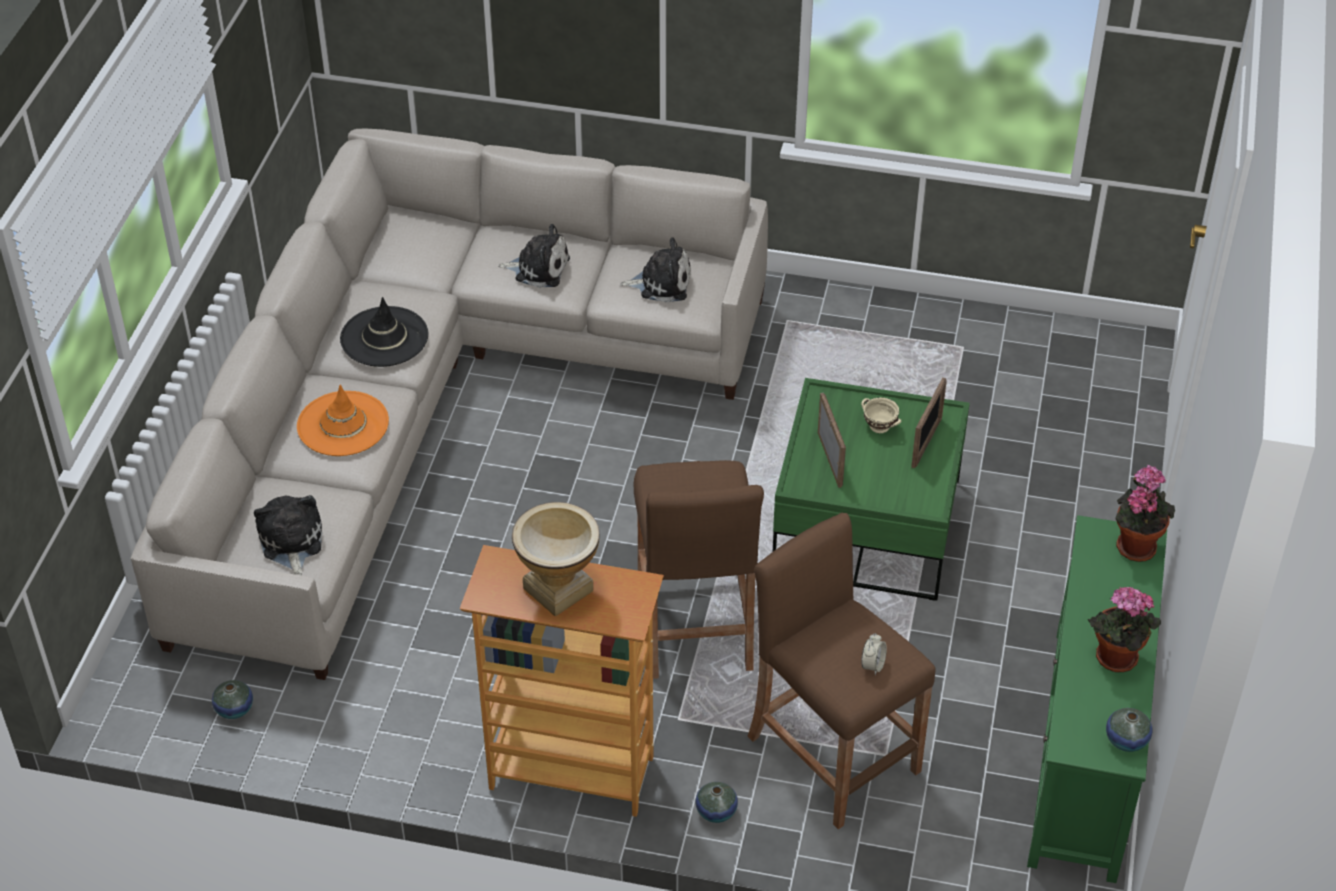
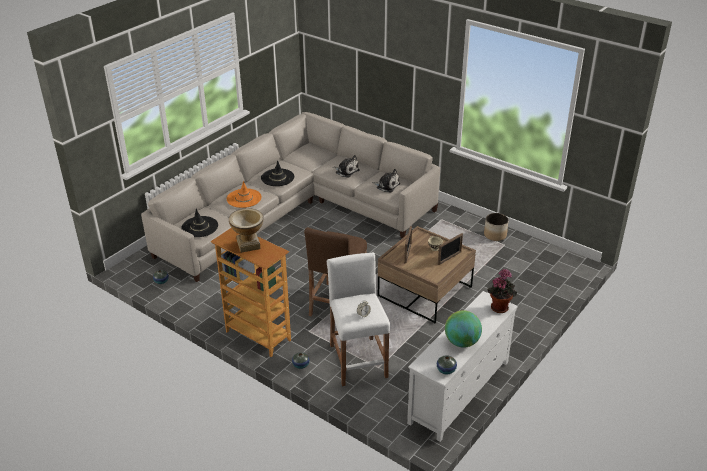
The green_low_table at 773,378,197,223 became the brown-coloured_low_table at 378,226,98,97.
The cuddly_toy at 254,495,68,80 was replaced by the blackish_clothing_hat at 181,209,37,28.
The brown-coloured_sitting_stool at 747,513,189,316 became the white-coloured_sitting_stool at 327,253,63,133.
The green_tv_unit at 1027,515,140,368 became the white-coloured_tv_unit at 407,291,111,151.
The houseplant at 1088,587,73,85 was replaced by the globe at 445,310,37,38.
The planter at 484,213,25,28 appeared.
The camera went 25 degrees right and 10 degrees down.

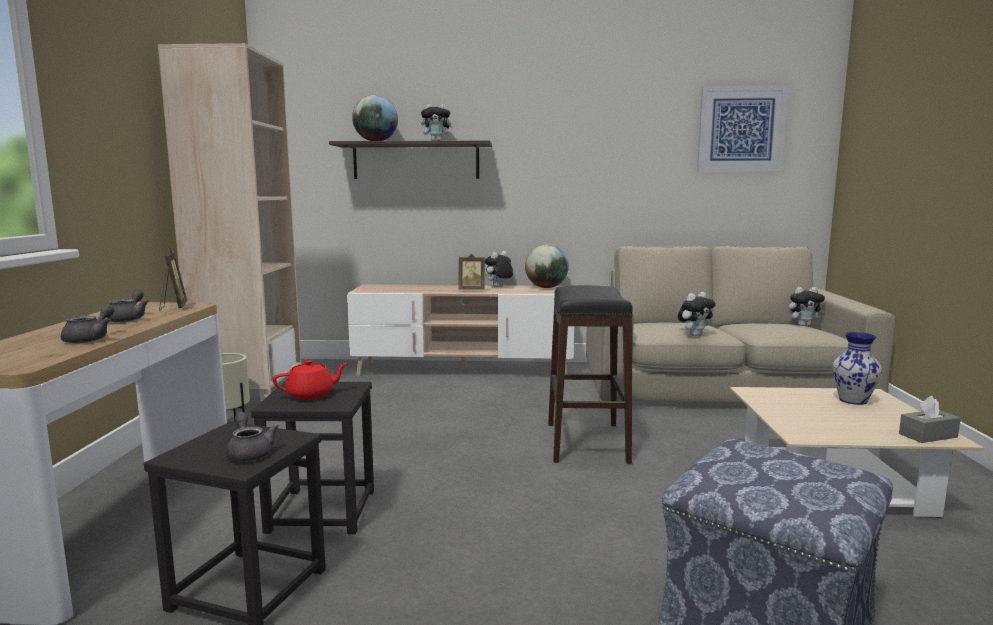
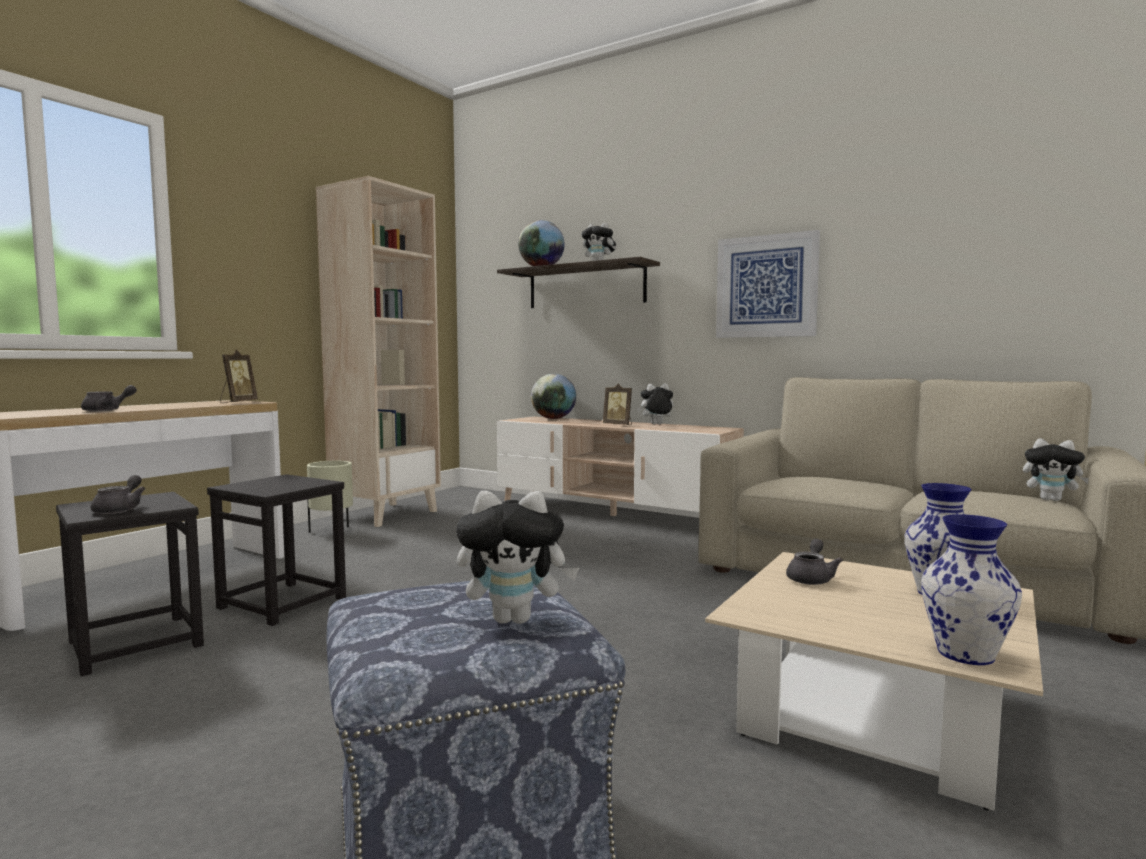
The wall_picture moved from 697,85,92,87 to 716,230,104,108.
The globe moved from 525,244,44,44 to 531,374,45,45.
The blackish_sitting_stool at 548,285,85,179 disappeared.
The grey_teapot moved from 109,290,40,33 to 786,539,57,46.
The cuddly_toy moved from 678,292,38,44 to 456,491,123,133.
The red-coloured_teapot at 273,360,75,40 disappeared.
The grey_box_of_tissues at 899,396,62,47 was replaced by the flower_vase at 921,514,101,151.
The camera went 30 degrees right and 5 degrees down.

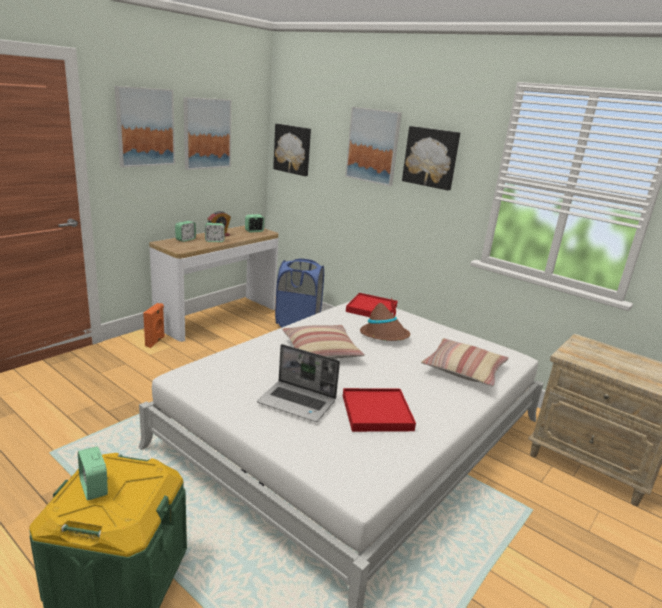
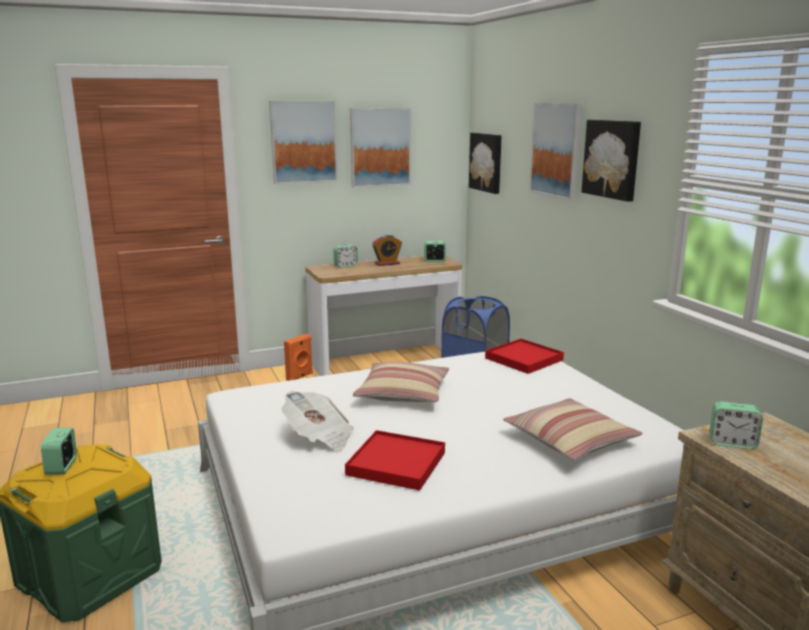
The alarm_clock moved from 205,223,20,19 to 709,401,54,48.
The brown-coloured_clothing_hat at 360,297,50,44 disappeared.
The notebook_computer at 257,344,83,78 was replaced by the newspaper at 281,391,73,59.
The camera went 30 degrees right and 5 degrees down.

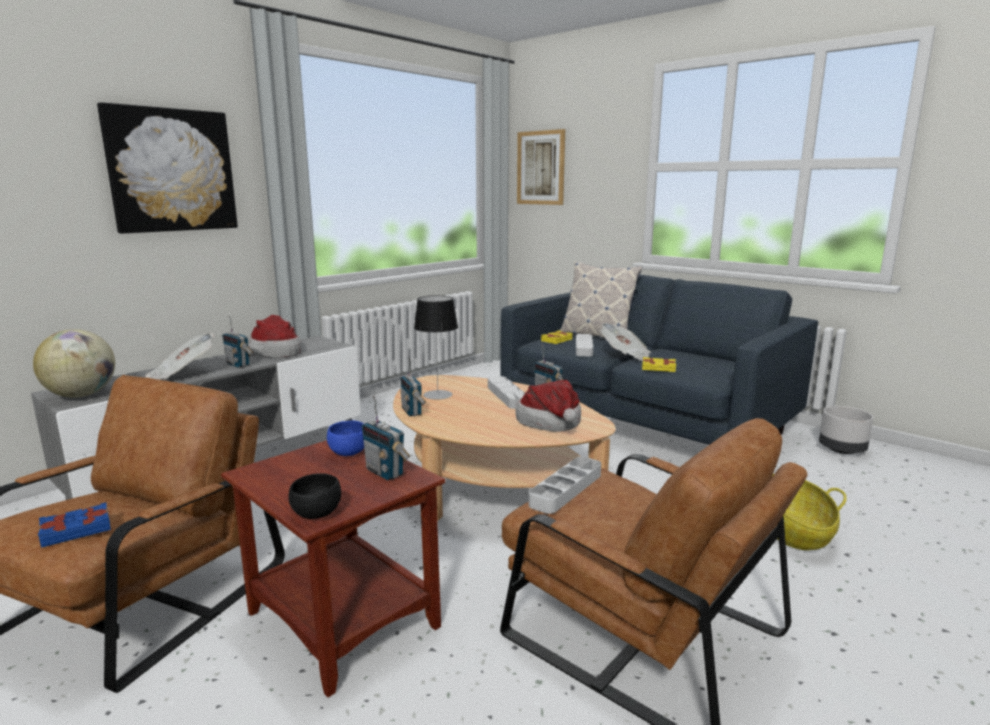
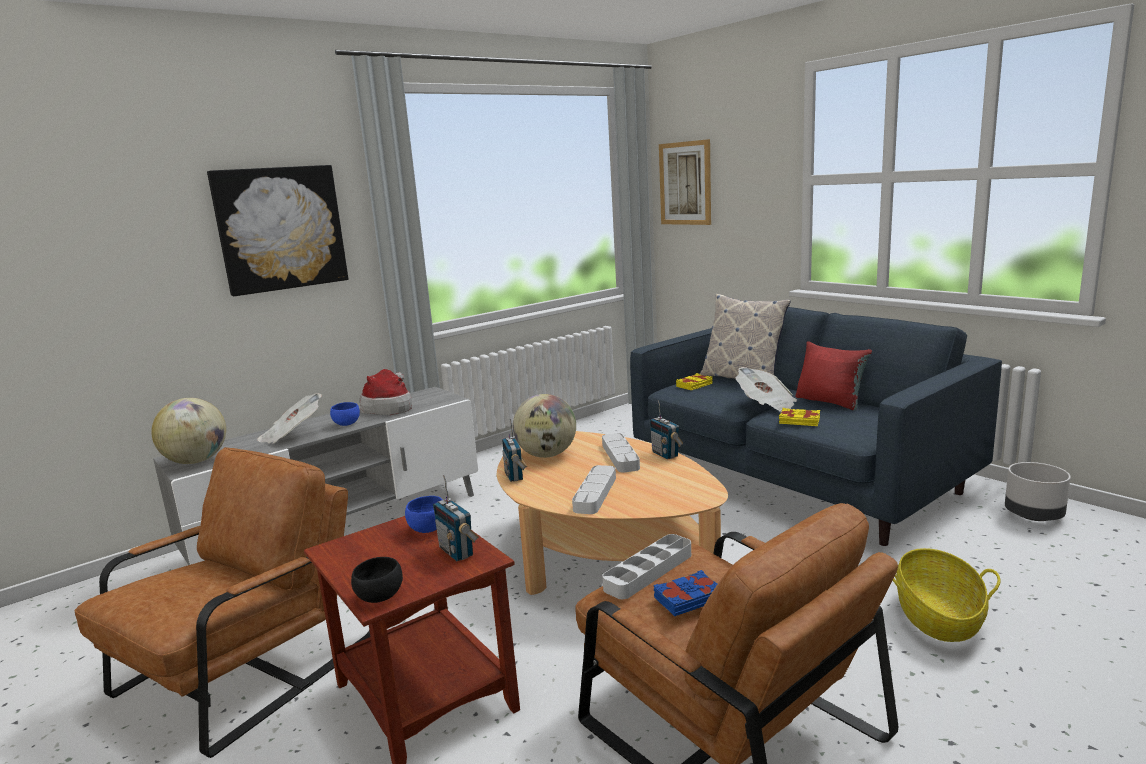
The tabletop_lamp at 414,295,44,105 was replaced by the globe at 513,394,63,64.
The radio at 222,316,31,52 was replaced by the blue-coloured_deep_dish at 330,402,30,24.
The grey_tray moved from 576,334,17,22 to 572,465,44,49.
The clothing_hat at 515,380,66,52 disappeared.
The blue-coloured_volume moved from 38,503,73,45 to 653,570,65,46.
The red-coloured_pillow at 795,341,77,69 appeared.
The camera went 10 degrees right and 0 degrees up.

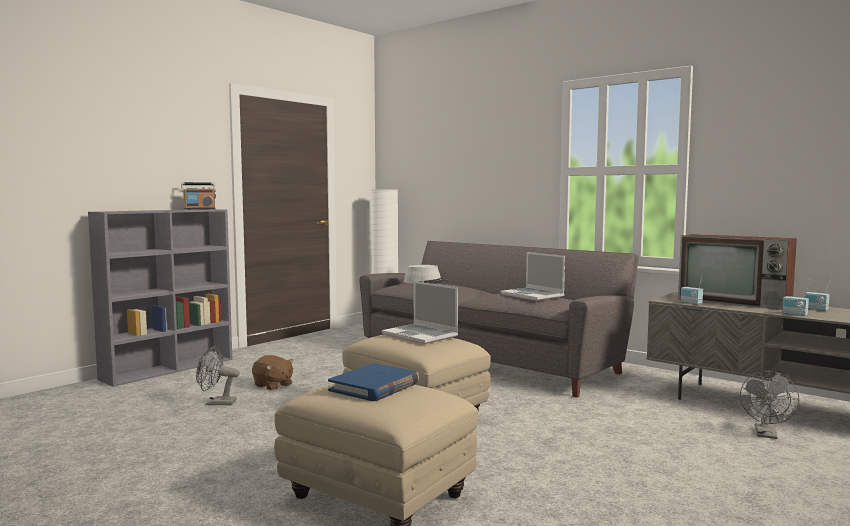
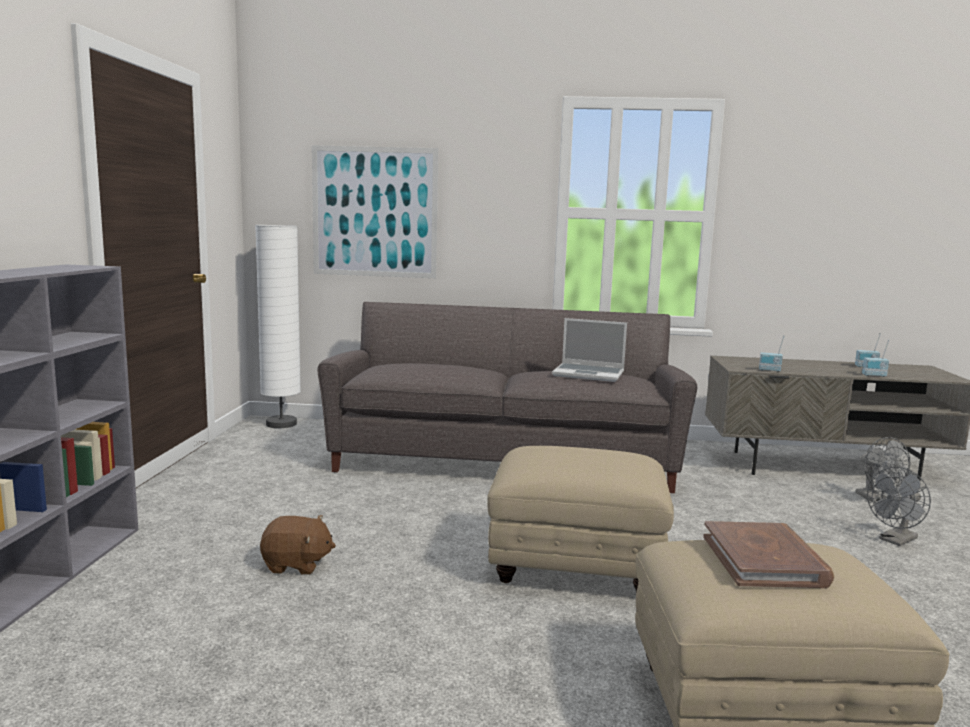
The radio at 181,182,35,28 disappeared.
The television at 678,234,119,76 disappeared.
The grey_clothing_hat at 404,265,45,19 disappeared.
The notebook_computer at 382,281,76,63 disappeared.
The grey_fan moved from 196,346,44,60 to 867,467,64,79.
The blue-coloured_volume at 328,363,92,38 became the brown-coloured_volume at 703,521,131,67.
The wall_picture at 312,145,126,133 appeared.
The camera went 35 degrees left and 5 degrees up.

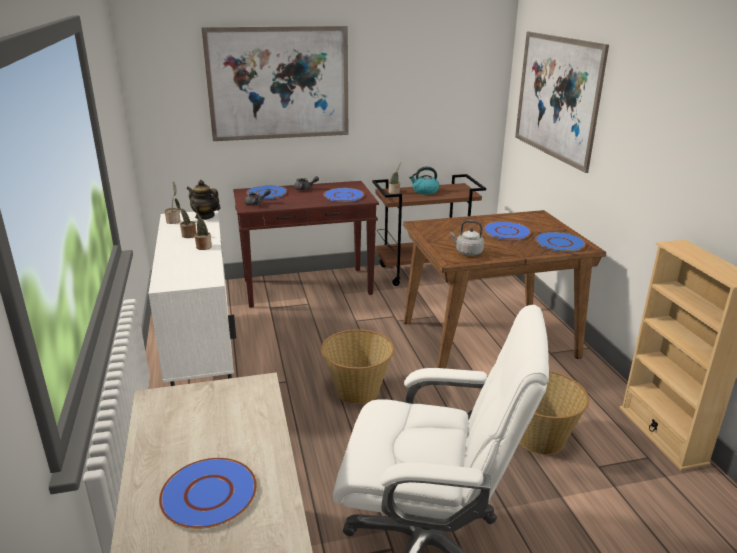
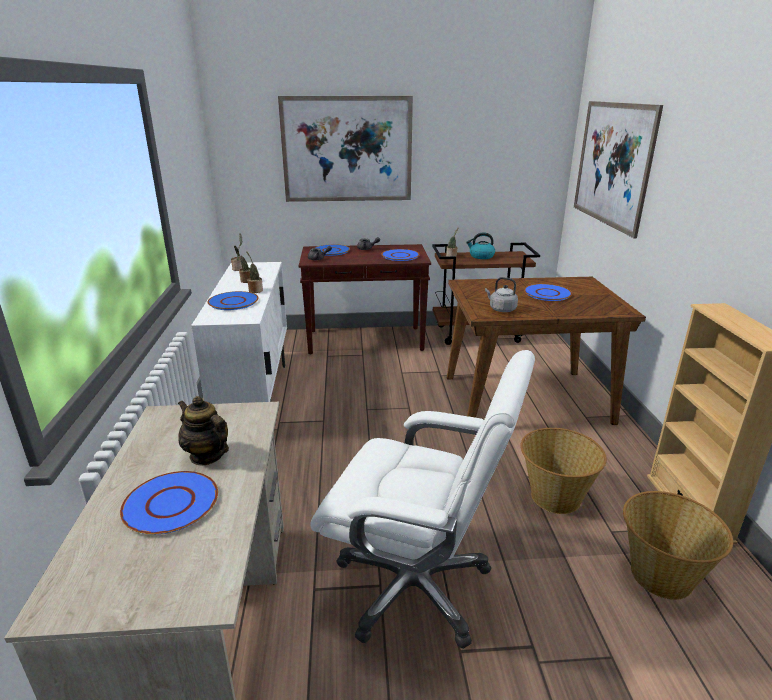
The teapot moved from 186,180,34,40 to 178,396,51,69.
The blue-coloured_dinner_plate moved from 535,232,51,20 to 207,291,51,19.
The household_basket moved from 321,329,73,75 to 623,491,110,109.
The camera went 10 degrees right and 0 degrees up.

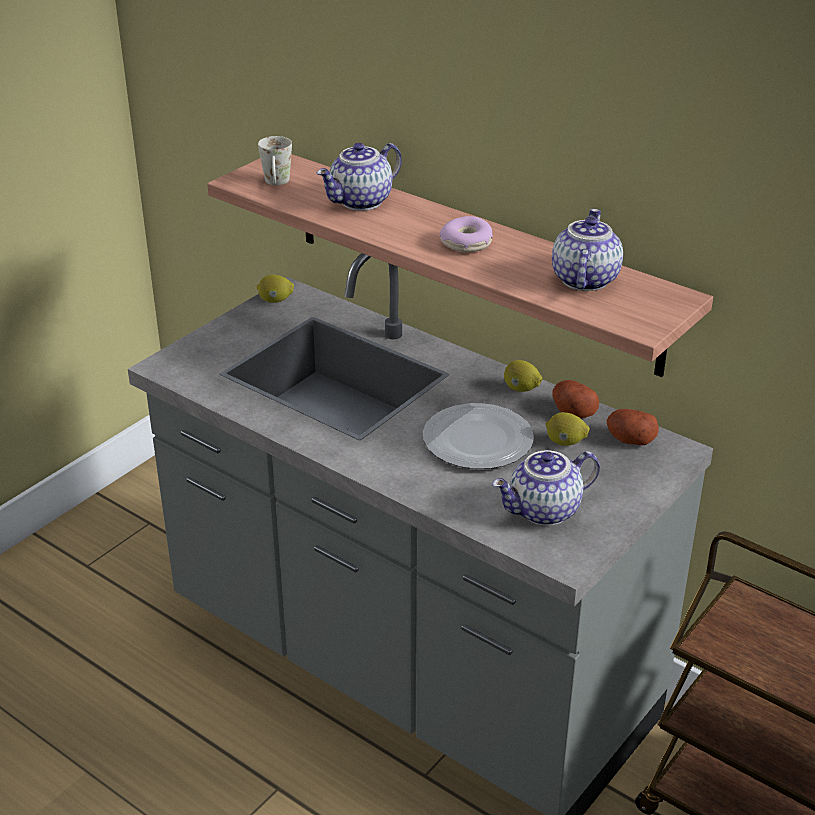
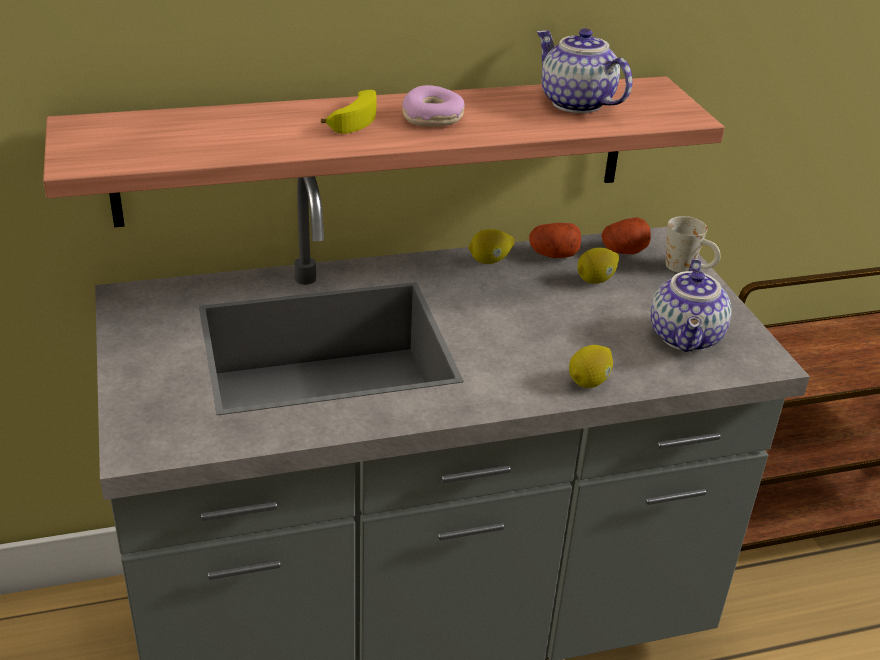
The white-coloured_tea_mug moved from 258,136,34,49 to 666,216,55,57.
The teapot at 316,143,86,68 disappeared.
The whole_lemon moved from 257,275,37,28 to 569,345,44,43.
The dinner_plate at 423,403,111,66 disappeared.
The banana_fruit at 321,90,56,44 appeared.
The camera went 55 degrees left and 0 degrees up.

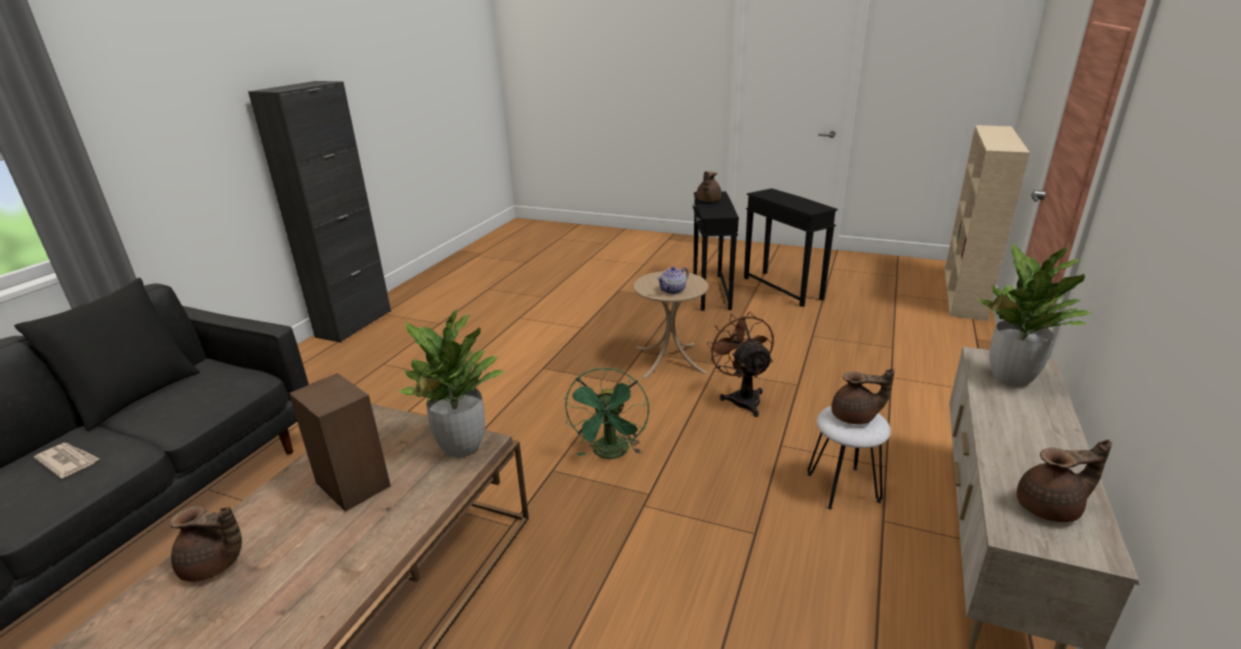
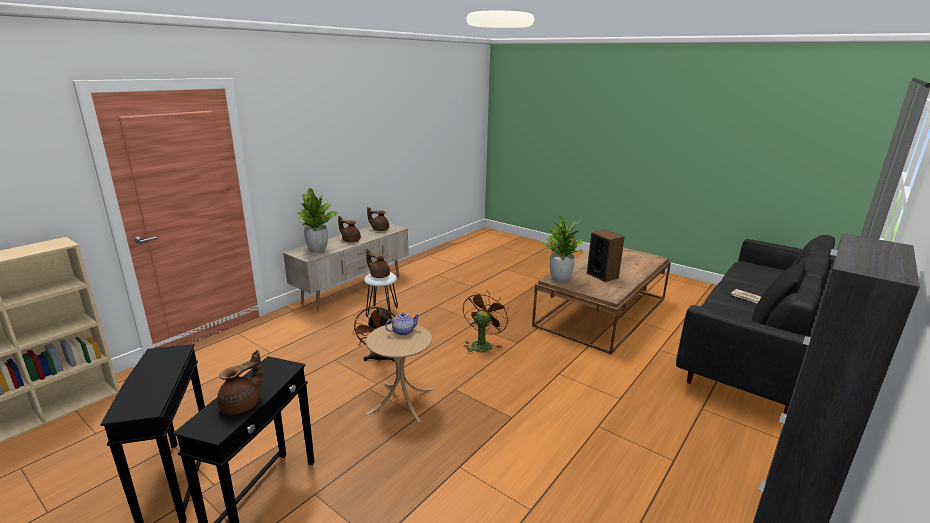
The green_fan at 565,367,84,92 became the brown-coloured_fan at 463,291,46,63.
The brown-coloured_teapot moved from 170,506,72,76 to 338,216,23,26.
The camera went 165 degrees left and 5 degrees down.

